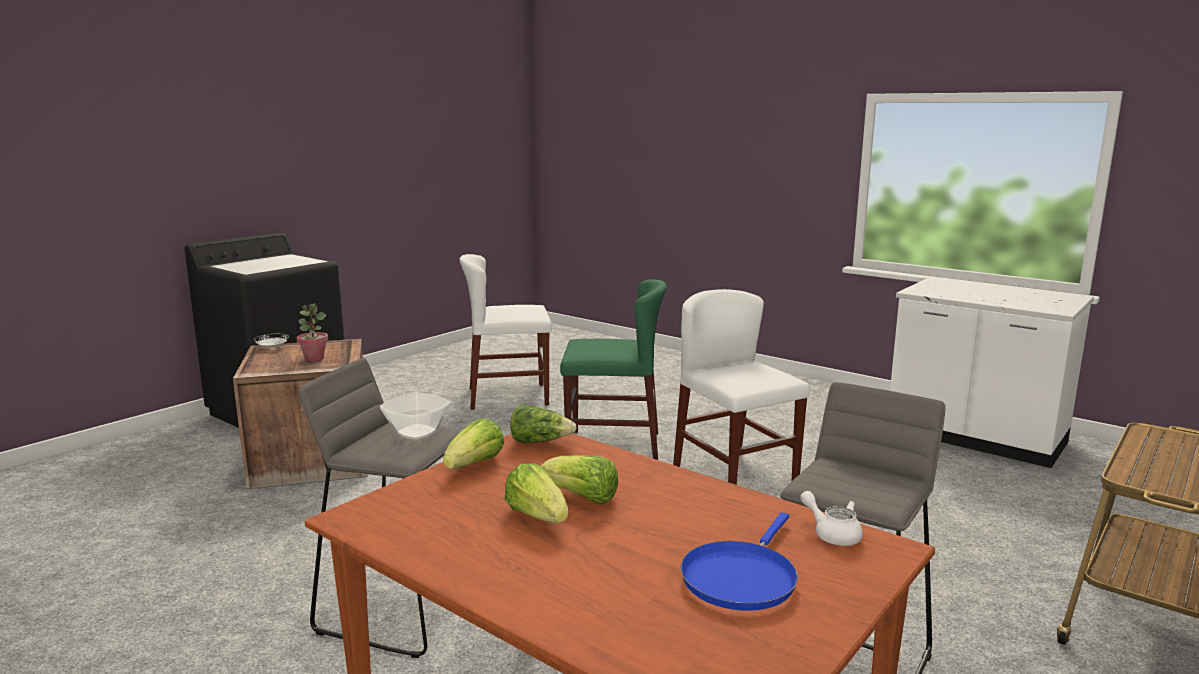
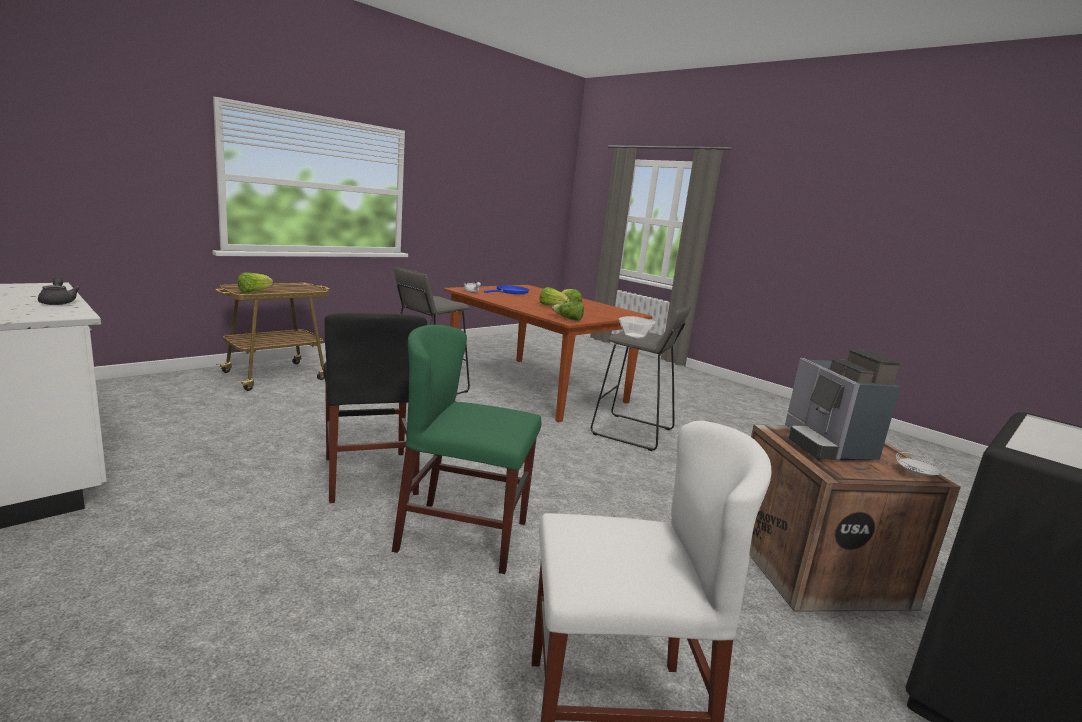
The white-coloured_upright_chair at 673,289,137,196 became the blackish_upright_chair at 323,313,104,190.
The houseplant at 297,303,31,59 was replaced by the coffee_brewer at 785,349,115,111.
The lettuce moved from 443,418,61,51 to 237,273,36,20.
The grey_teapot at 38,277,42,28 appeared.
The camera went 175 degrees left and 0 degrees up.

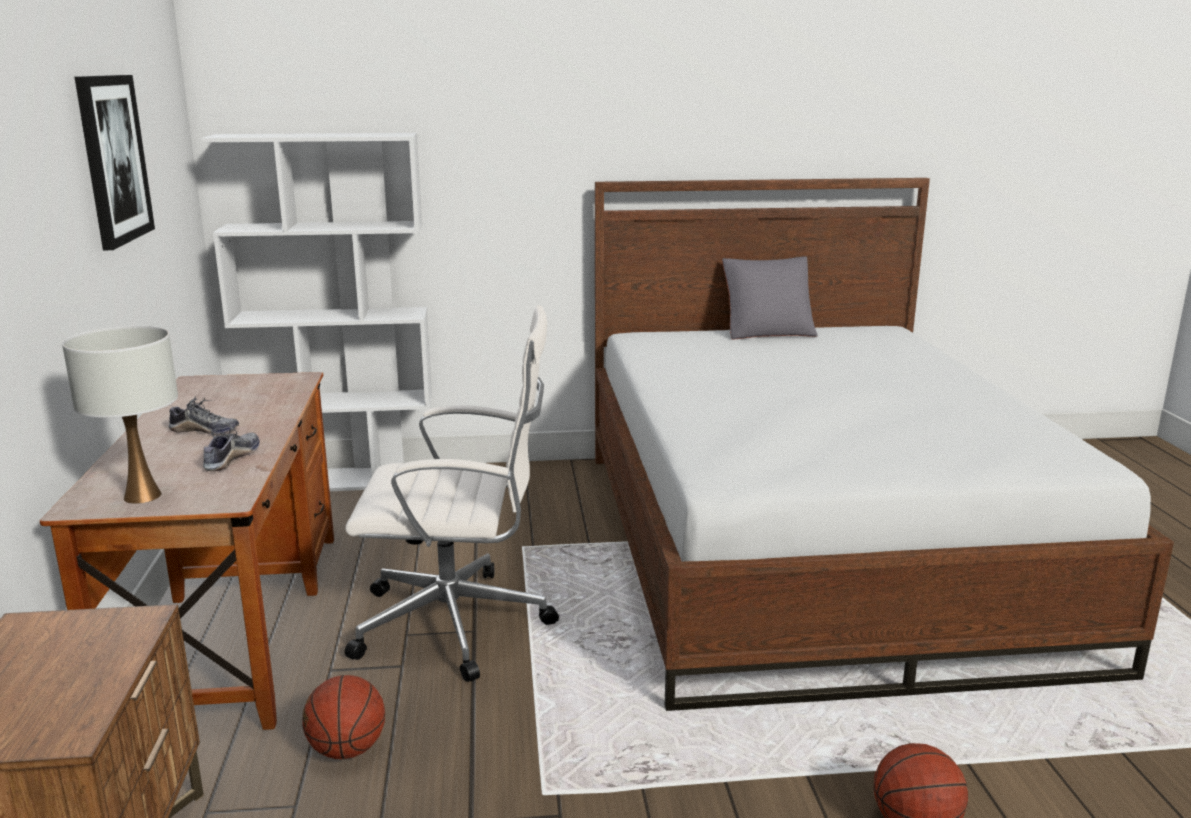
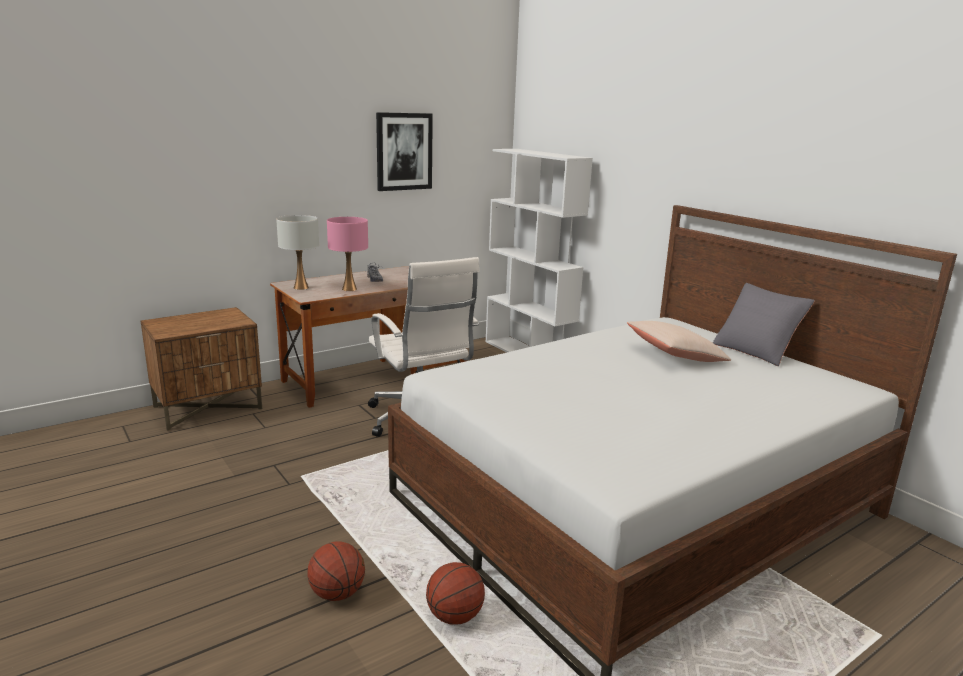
The low_shoe at 203,424,57,47 was replaced by the pink_tabletop_lamp at 327,217,41,74.
The basketball moved from 303,675,82,84 to 426,562,59,62.
The sand-coloured_pillow at 627,321,104,41 appeared.
The camera went 60 degrees right and 0 degrees up.

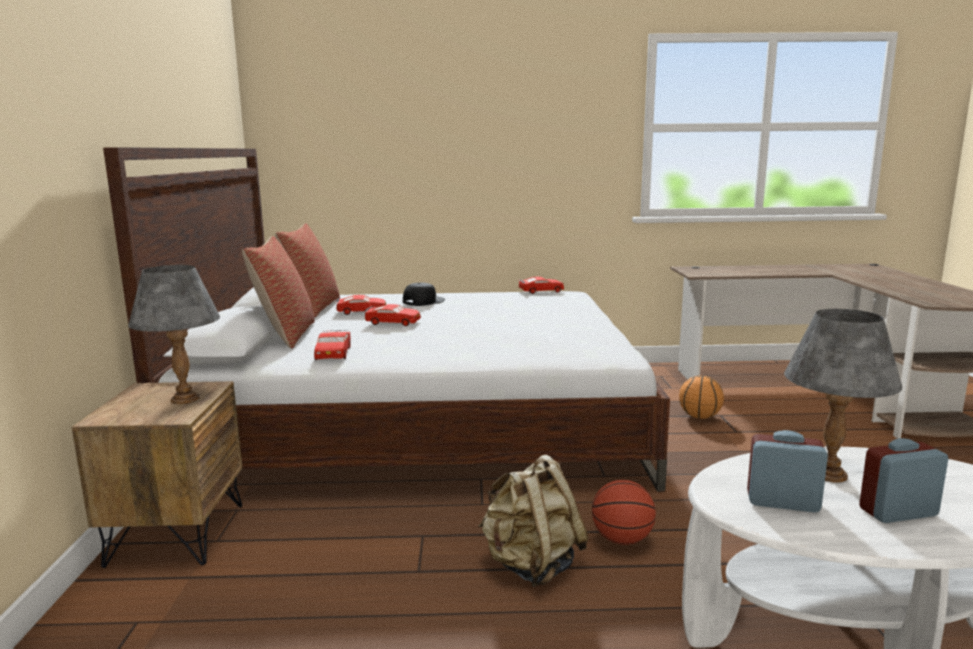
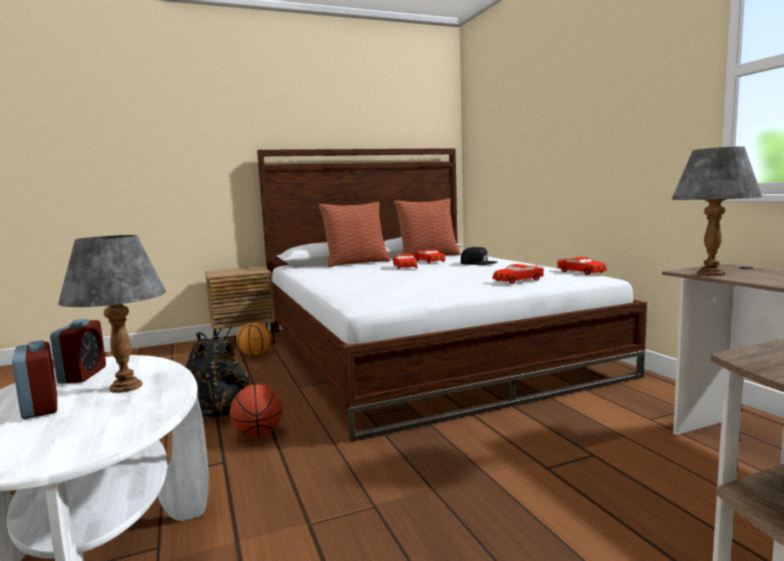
The grey_tabletop_lamp moved from 128,265,92,139 to 671,146,91,130.
The red-coloured_miniature_car moved from 314,330,37,30 to 493,264,51,20.
The basketball moved from 679,375,45,44 to 236,322,35,34.
The sand-coloured_backpack at 479,455,110,132 became the blackish_backpack at 186,332,63,86.
The camera went 70 degrees right and 5 degrees down.

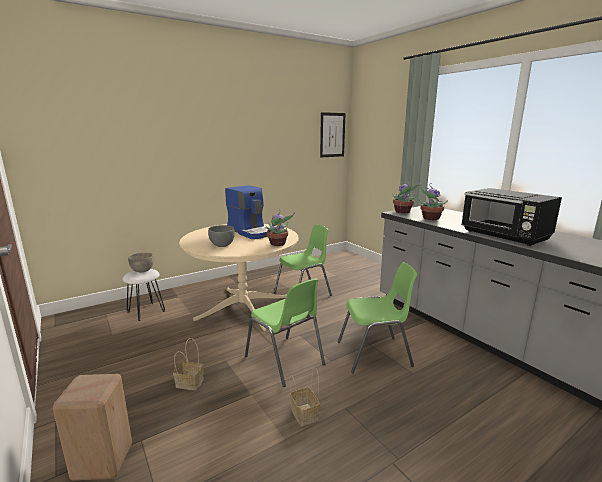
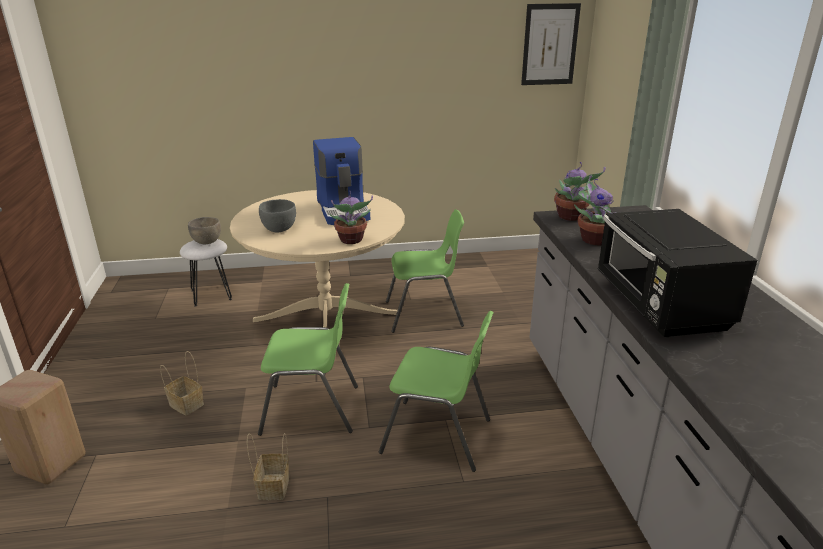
The green_upright_chair at 245,278,80,109 turned 75 degrees counterclockwise.
The camera went 25 degrees right and 10 degrees up.

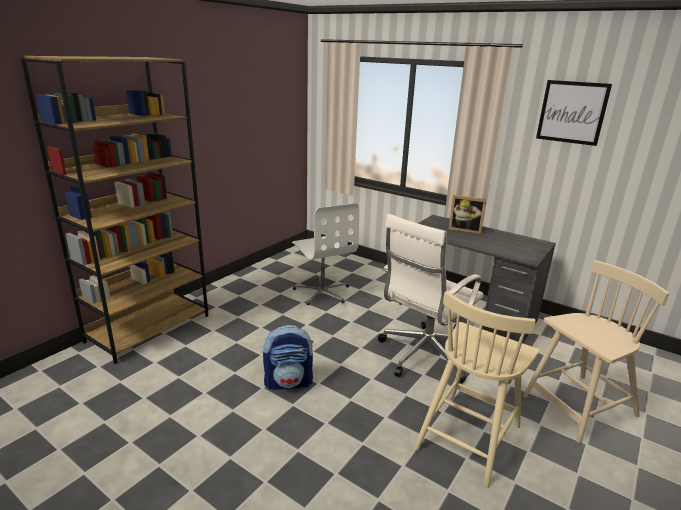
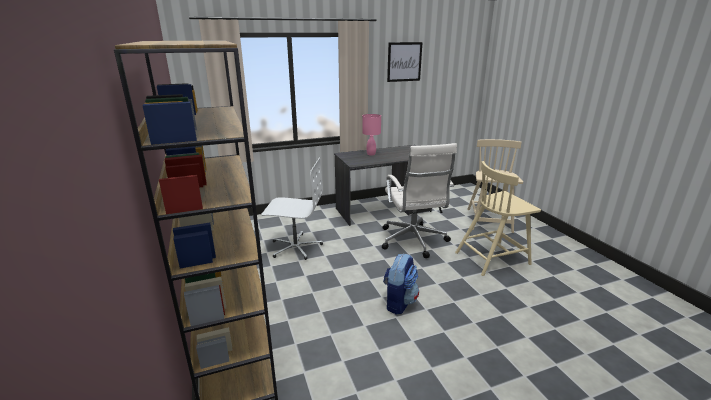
The picture_frame at 449,195,37,39 was replaced by the pink_tabletop_lamp at 362,114,19,42.
The sand-coloured_upright_chair at 414,291,126,196 turned 90 degrees clockwise.
The camera went 55 degrees left and 0 degrees up.

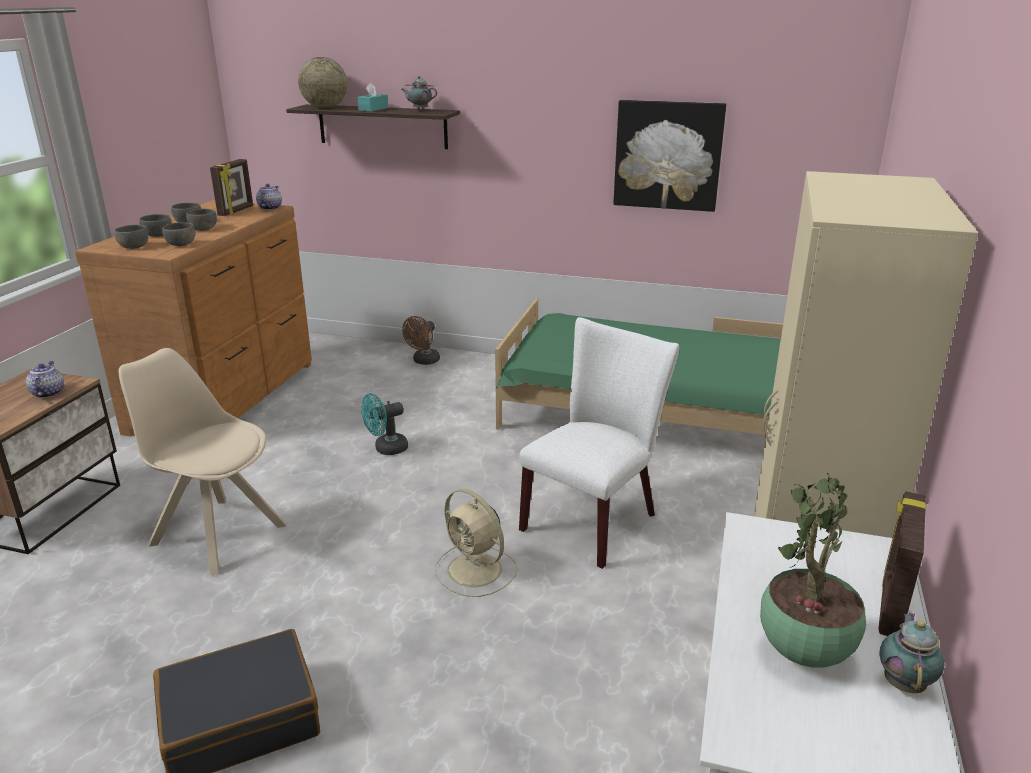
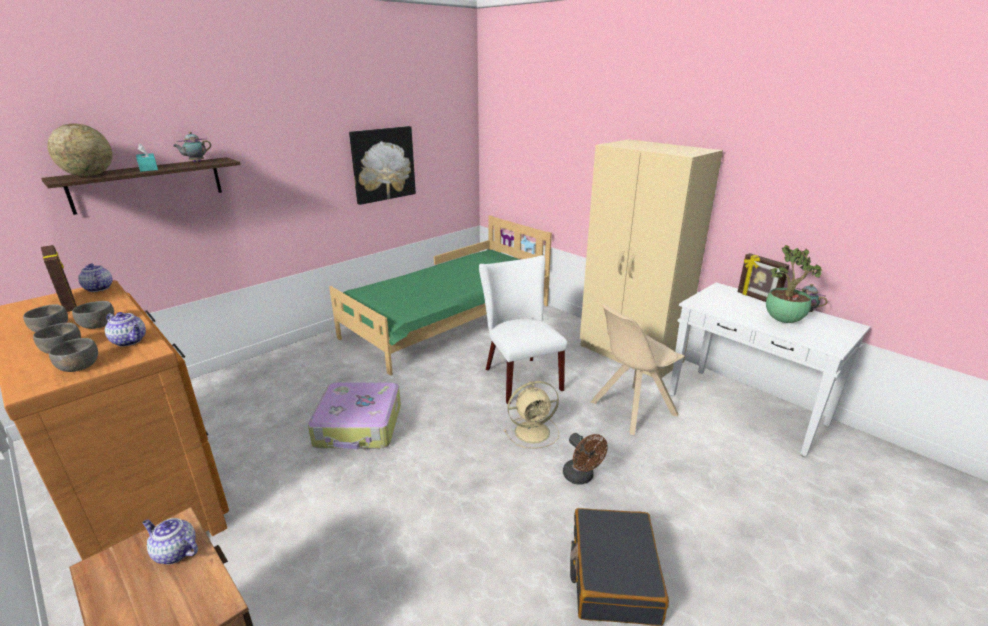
The grey_deep_dish at 162,222,34,24 was replaced by the teapot at 105,312,41,35.
The brown-coloured_fan moved from 402,316,38,49 to 563,433,45,51.
The sand-coloured_upright_chair moved from 119,348,167,227 to 590,303,94,132.
The blue-green_fan at 361,393,47,62 was replaced by the travel_case at 308,382,93,67.
The camera went 60 degrees left and 0 degrees up.

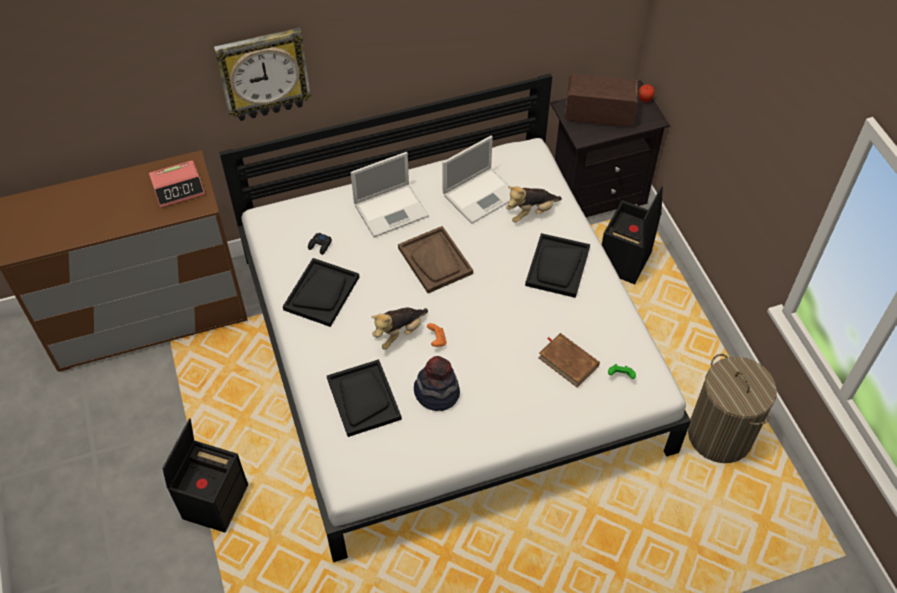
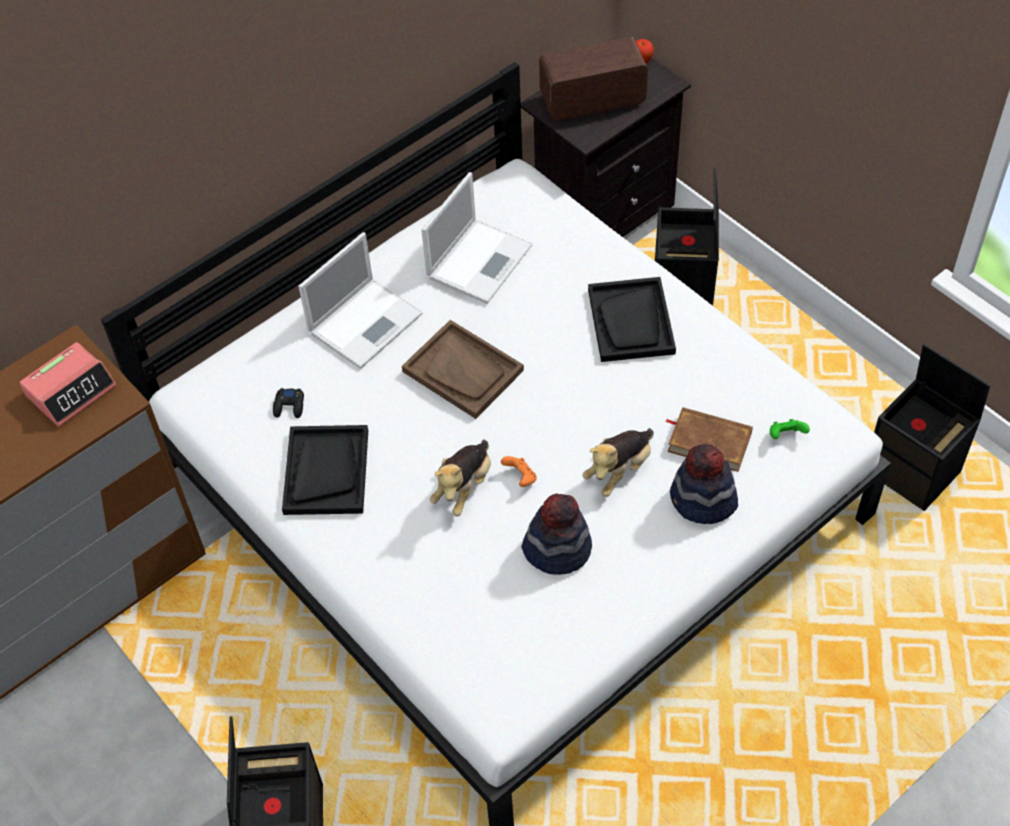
The wall_clock at 214,28,97,93 disappeared.
The cuddly_toy moved from 506,186,56,36 to 583,428,70,69.
The laundry_basket at 688,354,89,109 was replaced by the blackish_storage_container at 874,344,116,167.
The blackish_tray at 327,359,75,78 disappeared.
The clothing_hat at 670,444,68,80 appeared.
The camera went 20 degrees left and 0 degrees up.

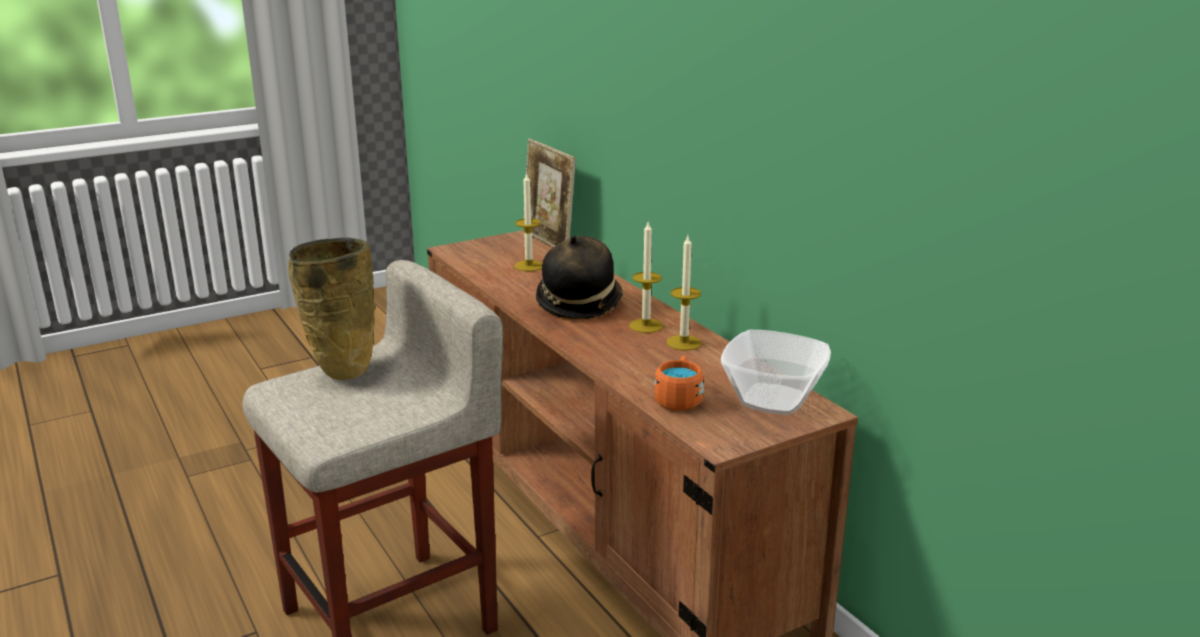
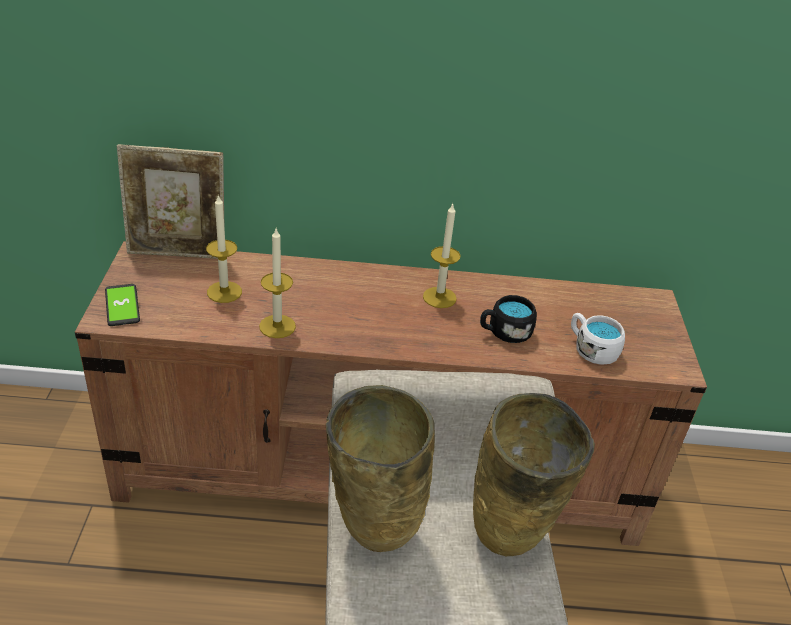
The clothing_hat at 536,235,87,85 disappeared.
The candle moved from 667,236,35,114 to 259,229,37,109.
The deep_dish at 721,330,110,85 disappeared.
The orange_tea_mug at 654,355,50,56 became the white-coloured_tea_mug at 571,313,54,52.
The handset at 105,284,35,42 appeared.
The blackish_tea_mug at 480,295,57,48 appeared.
The sand-coloured_flower_vase at 473,393,122,163 appeared.
The camera went 60 degrees left and 15 degrees up.

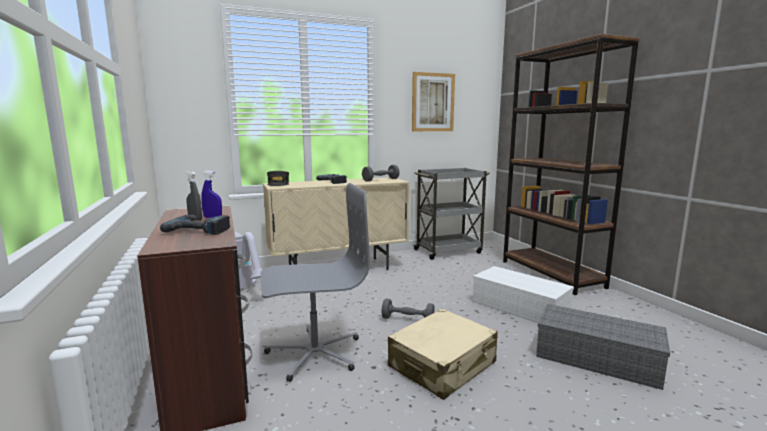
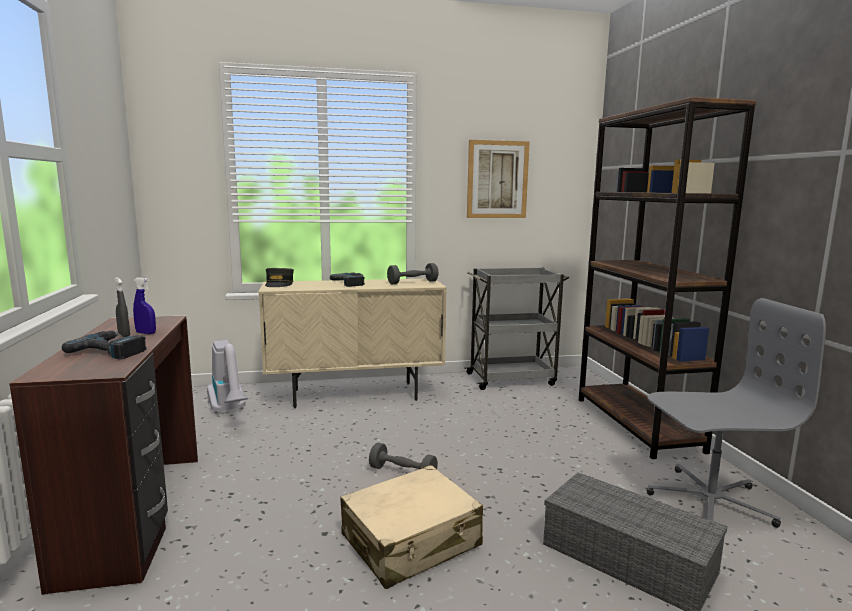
The grey_desk_chair moved from 260,183,110,199 to 646,298,180,230.
The white-coloured_storage_container at 473,266,101,57 disappeared.
The camera went 10 degrees right and 0 degrees up.

